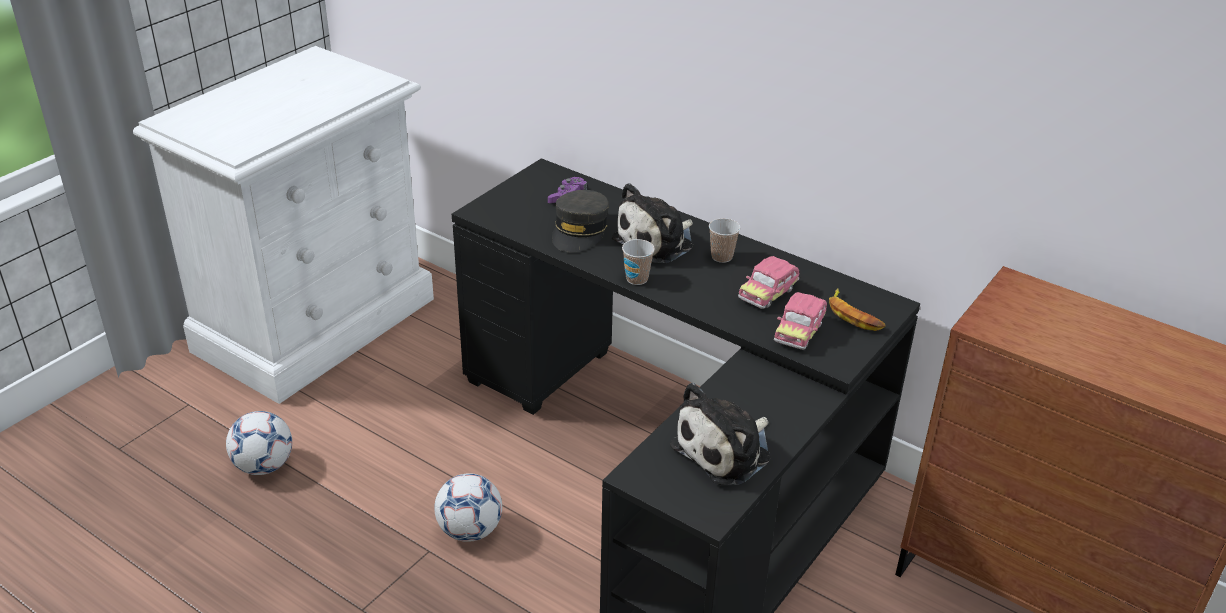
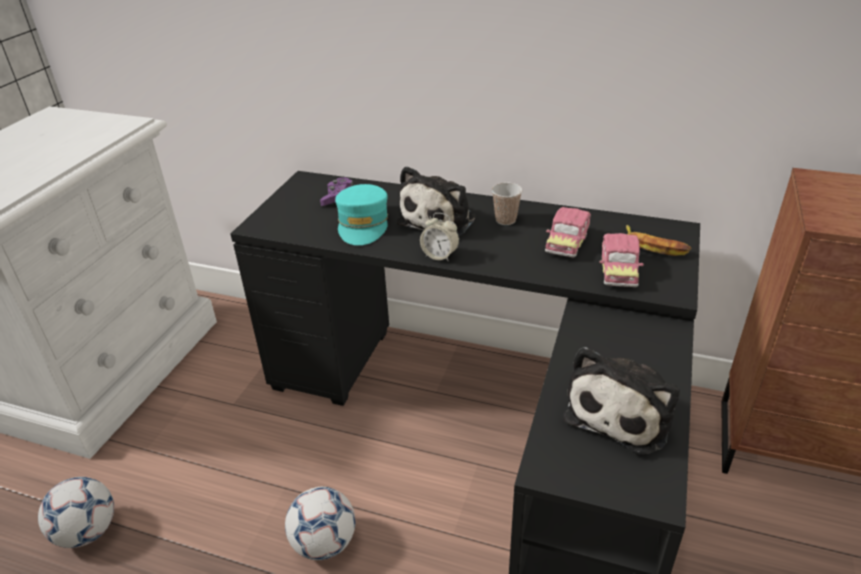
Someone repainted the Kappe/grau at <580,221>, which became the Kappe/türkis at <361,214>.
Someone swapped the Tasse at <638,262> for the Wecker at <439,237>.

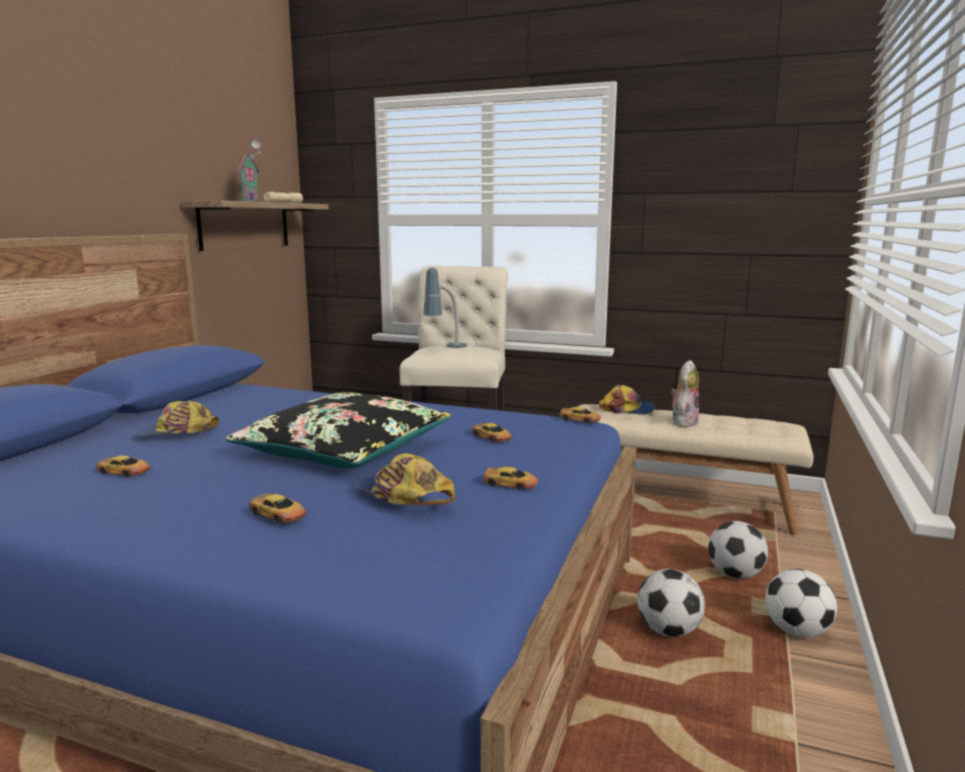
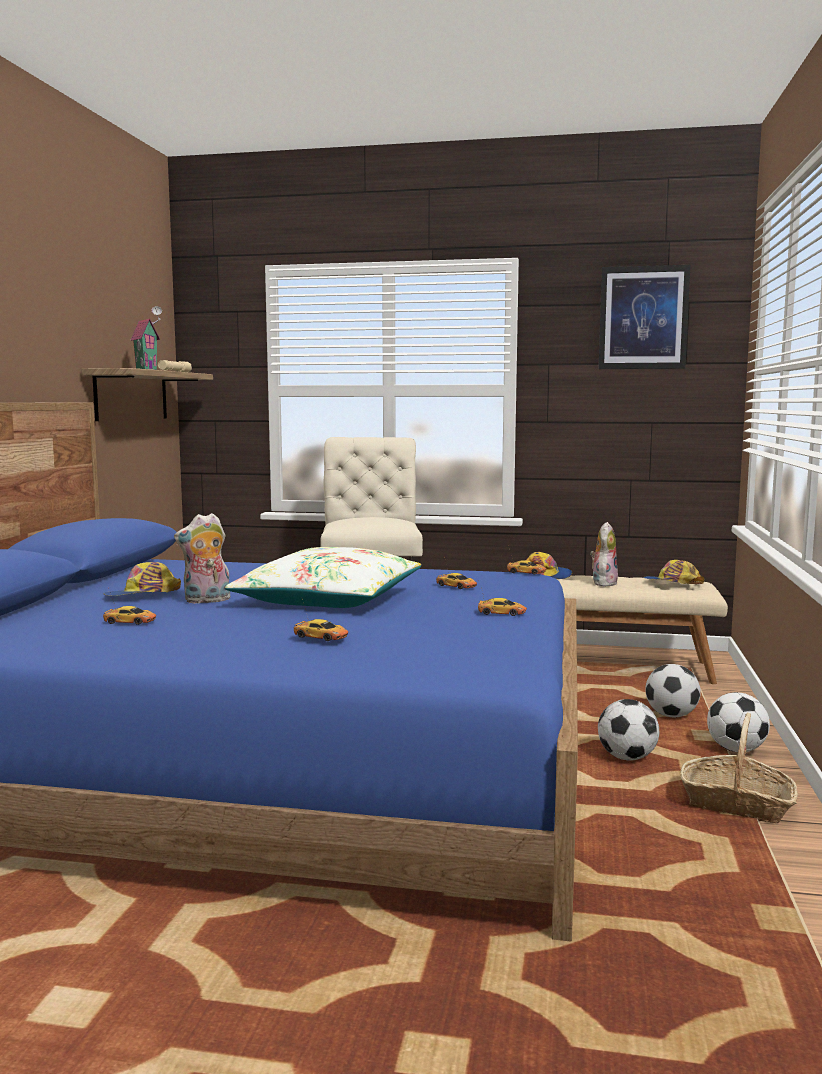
Someone put down the Plüschtier at <202,558>.
Someone repainted the Kissen/schwarz at <338,430>, which became the Kissen/weiß at <323,577>.
Someone put up the Bild at <644,317>.
Someone carried the Kappe from <405,479> to <674,572>.
Someone put down the Korb at <739,768>.
Someone took away the Tischlampe at <445,308>.

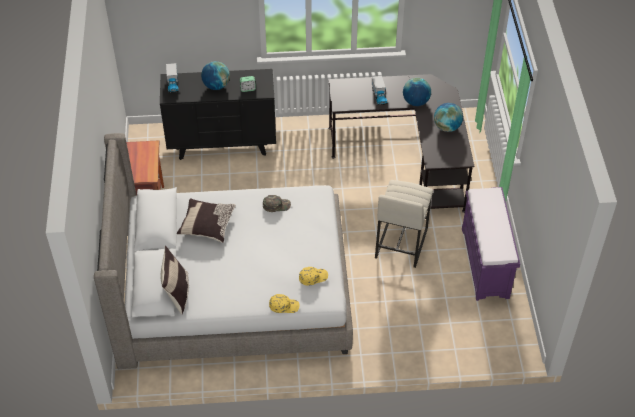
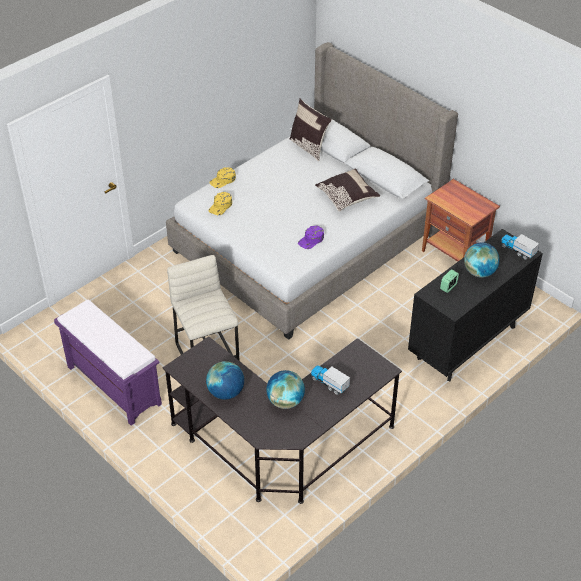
Someone repainted the Kappe/grün at <277,203>, which became the Kappe/lila at <311,237>.

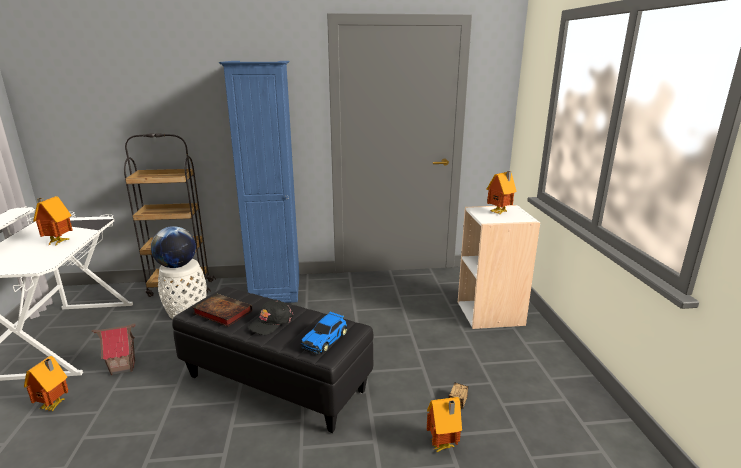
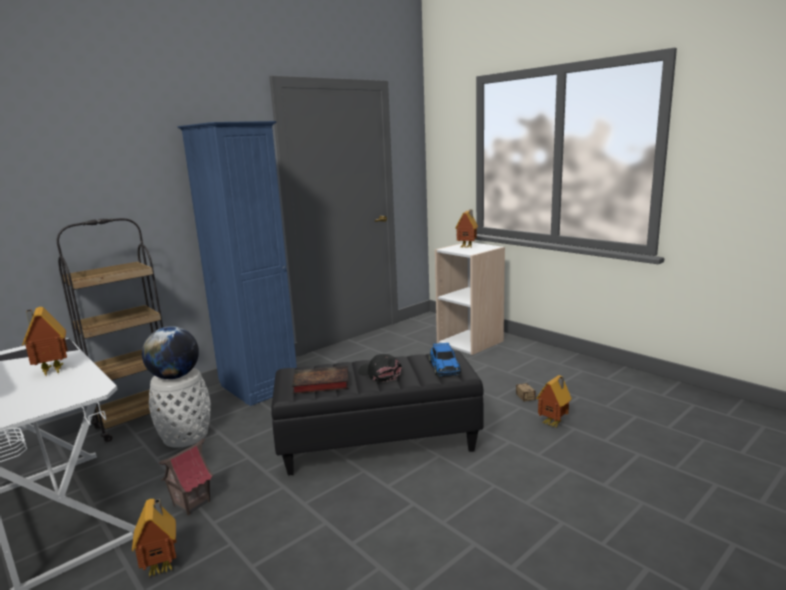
Someone rotated the Kappe/schwarz at <270,317> by 135 degrees clockwise.

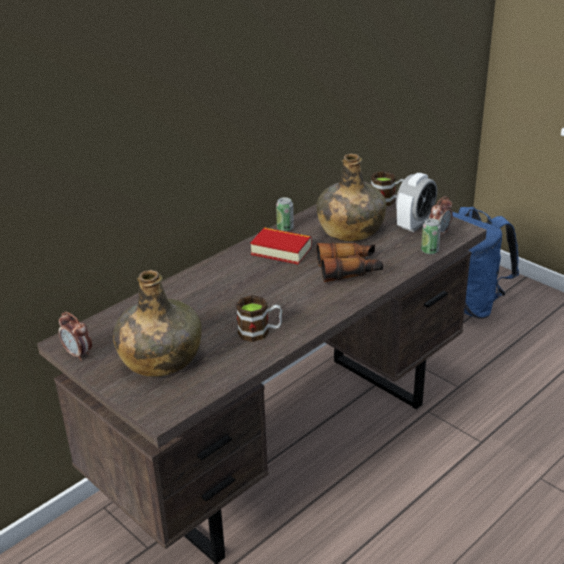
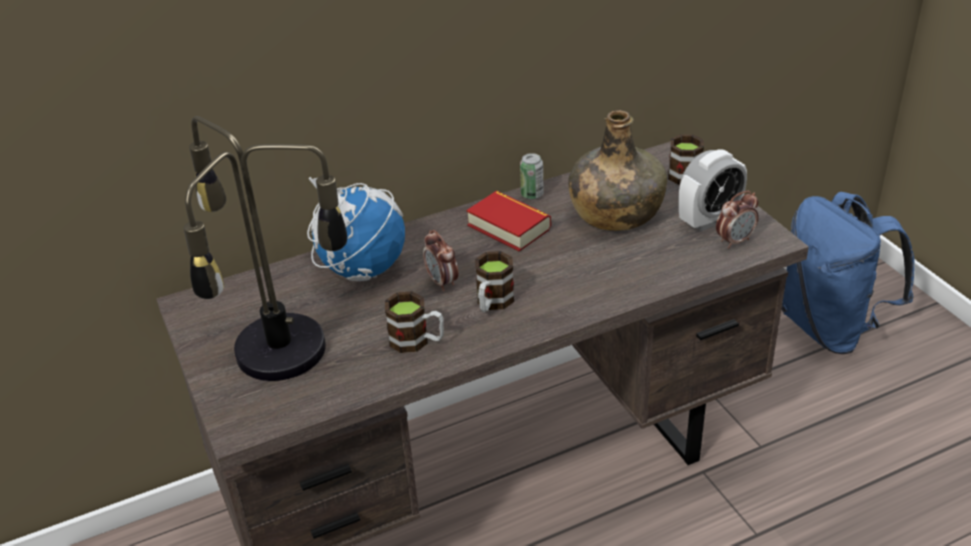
Someone swapped the Flasche/grün at <157,323> for the Tischlampe at <265,248>.
Someone put down the Globus at <356,229>.
Someone carried the Wecker from <75,336> to <440,260>.
Someone put down the Henkelbecher at <495,281>.
Someone took away the Fernglas at <349,262>.
Someone took away the Dose at <431,236>.

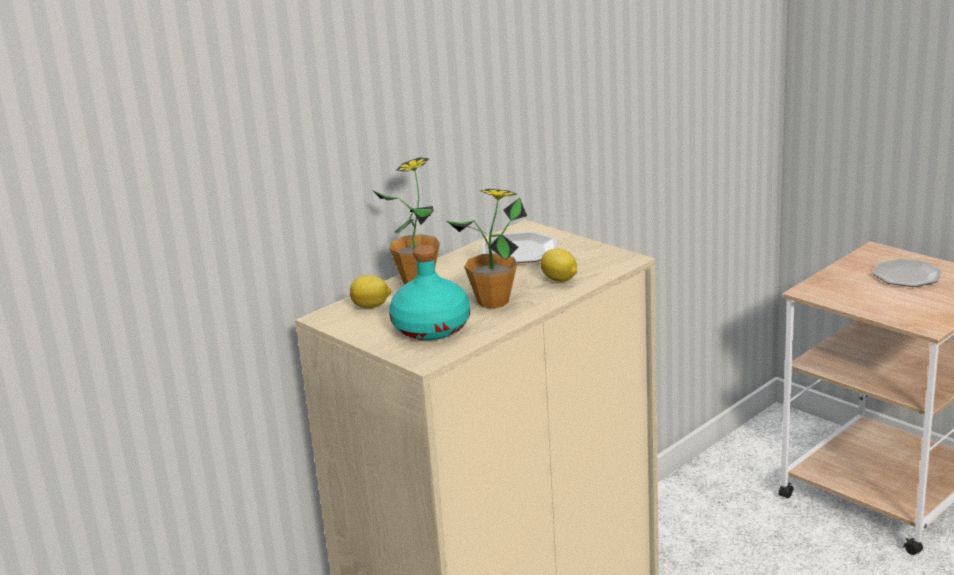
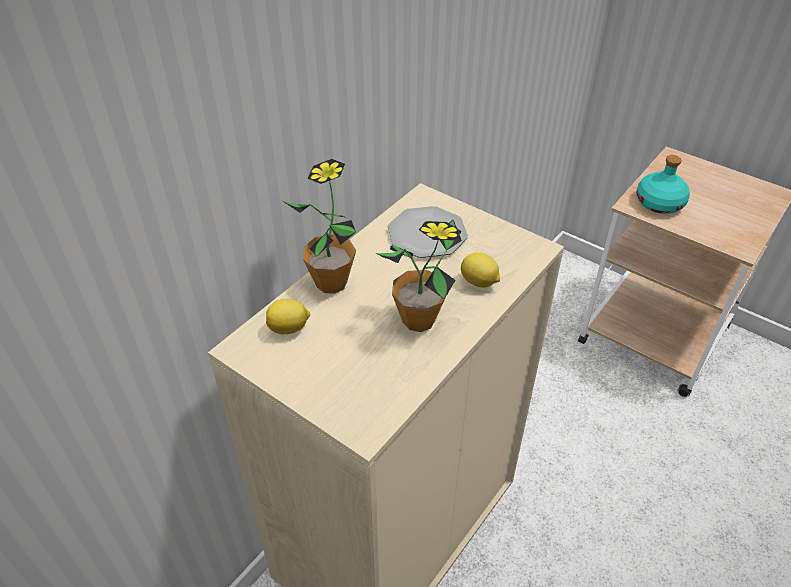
Someone carried the Flasche/türkis from <429,292> to <663,184>.
Someone took away the Teller at <907,273>.

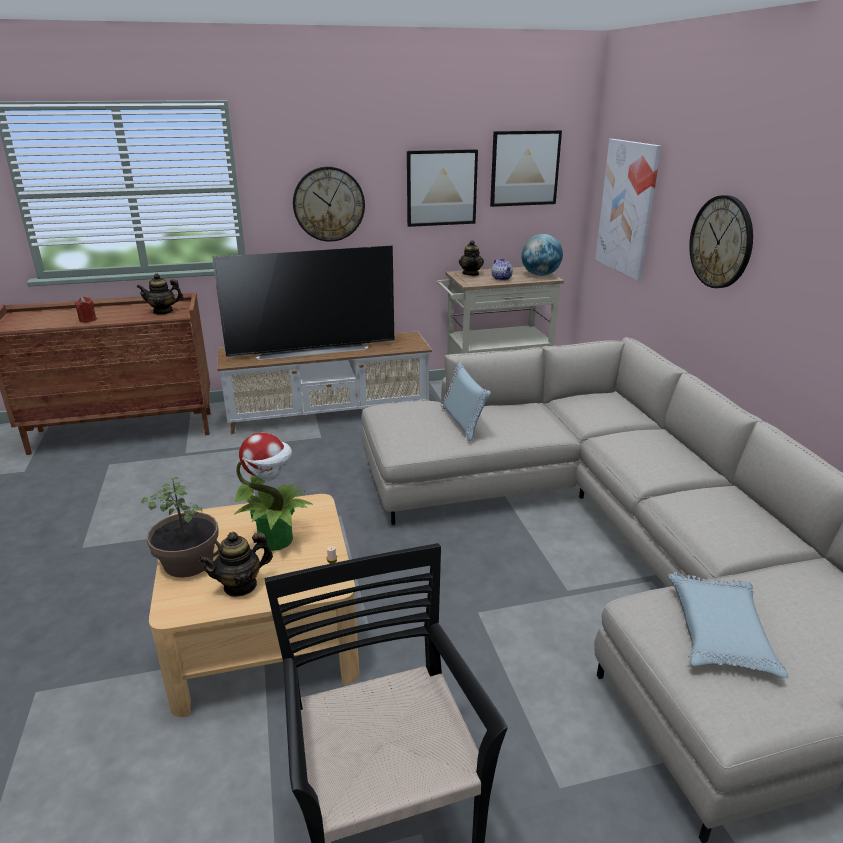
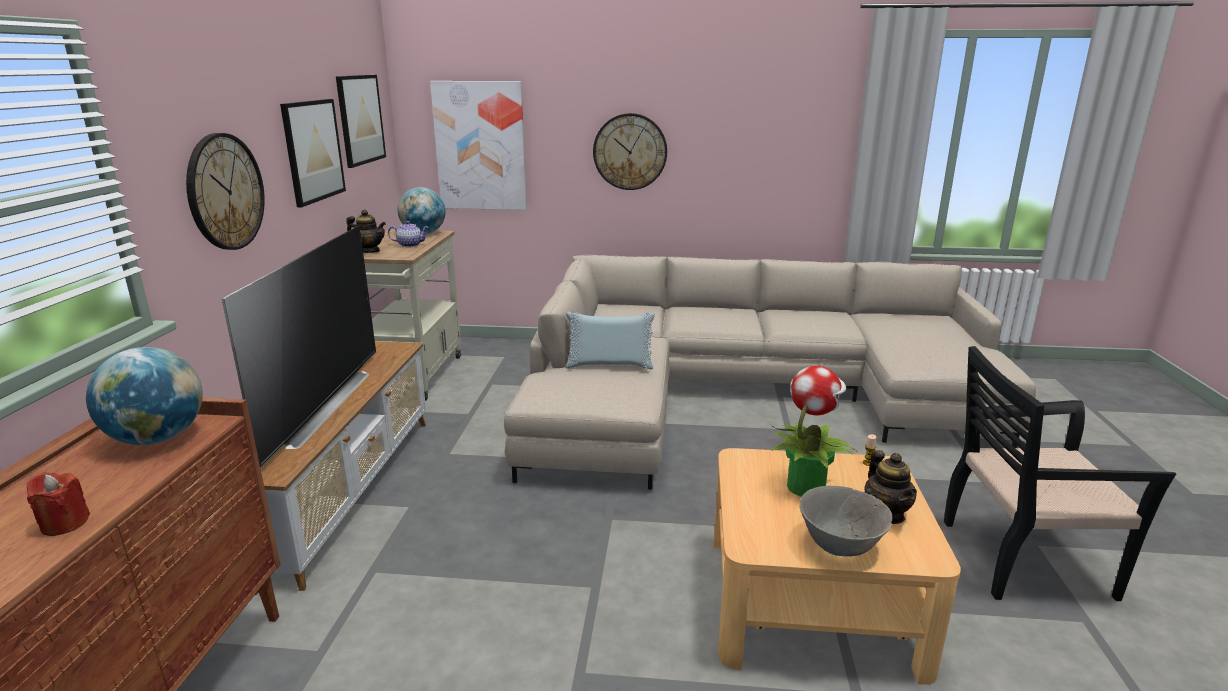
Someone swapped the Teekanne at <160,294> for the Globus at <144,396>.
Someone swapped the Topfpflanze at <180,527> for the Schüssel/grau at <846,521>.
Someone took away the Kissen/blau at <728,624>.

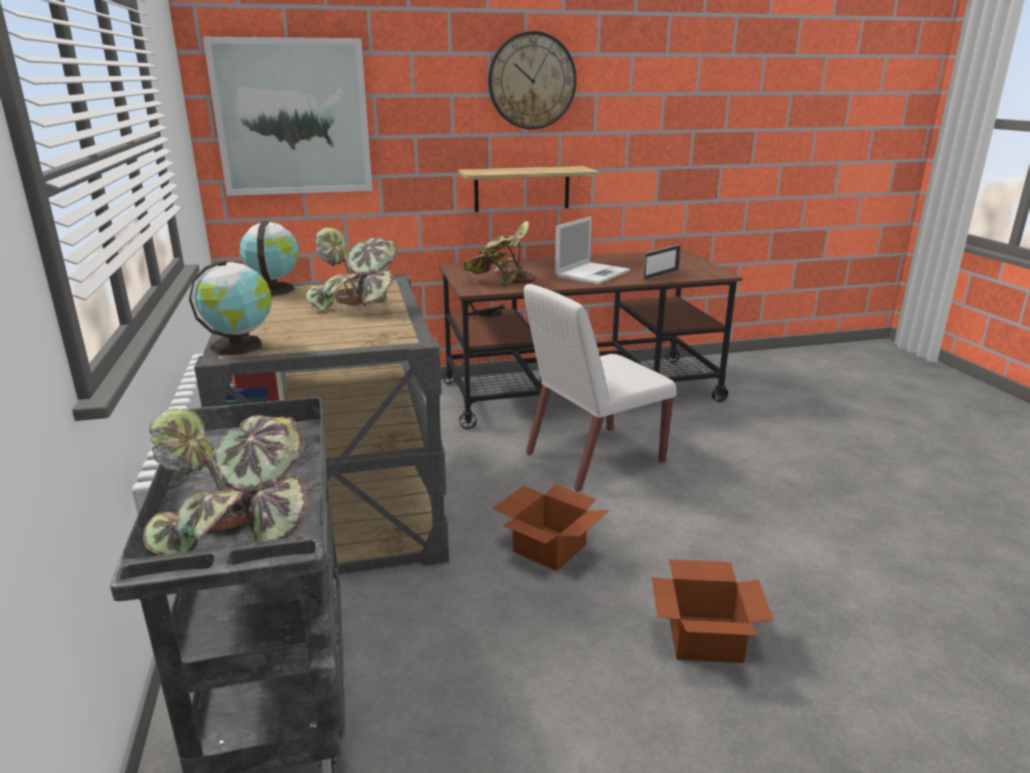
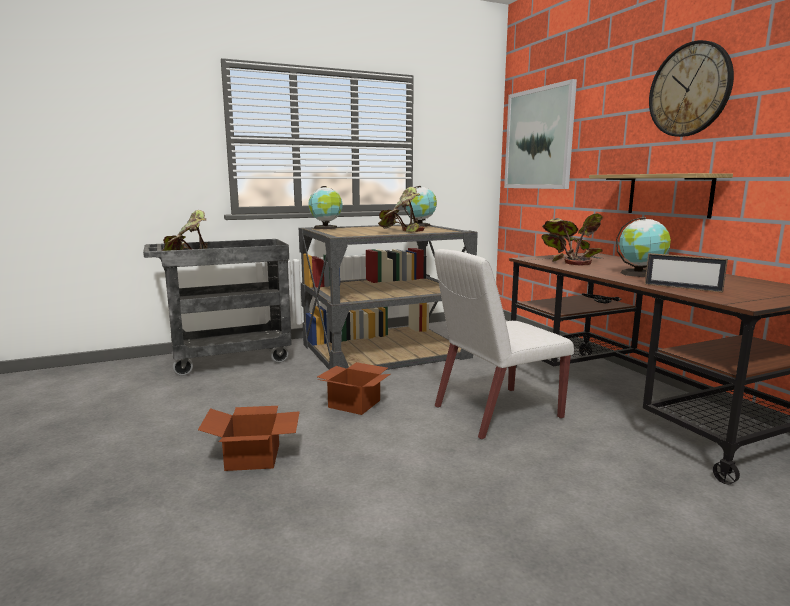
Someone rotated the Stuhl/weiß at <600,388> by 75 degrees counterclockwise.
Someone swapped the Laptop at <592,250> for the Globus at <643,247>.

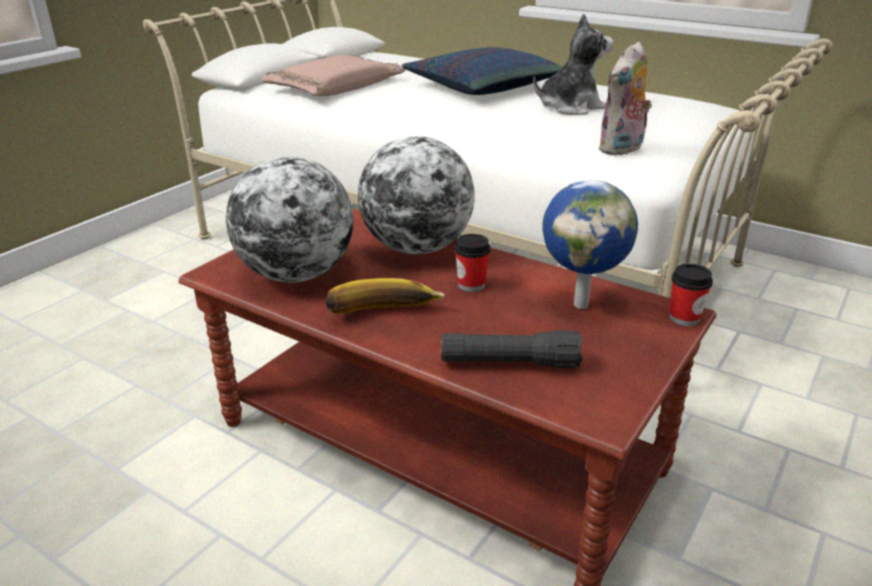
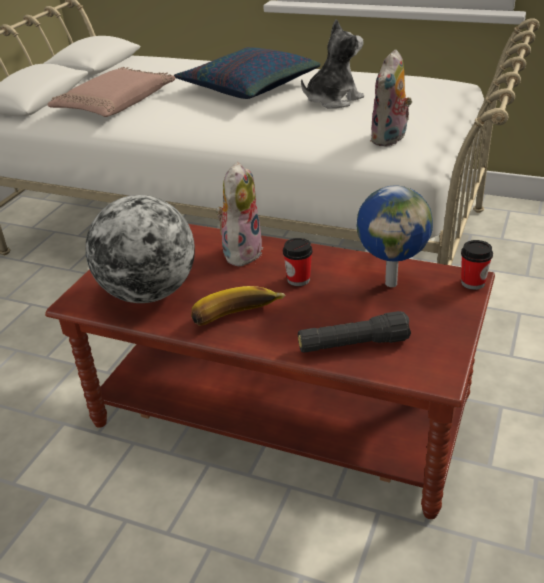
Someone swapped the Globus at <416,195> for the Plüschtier at <239,214>.

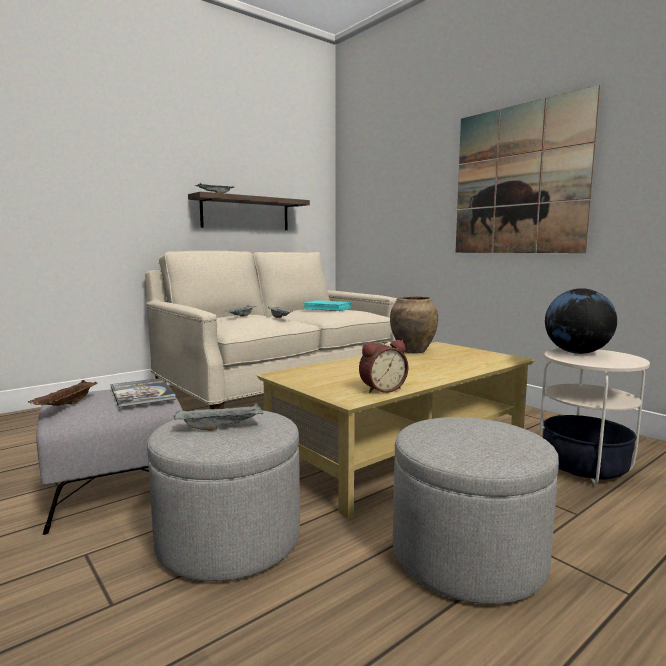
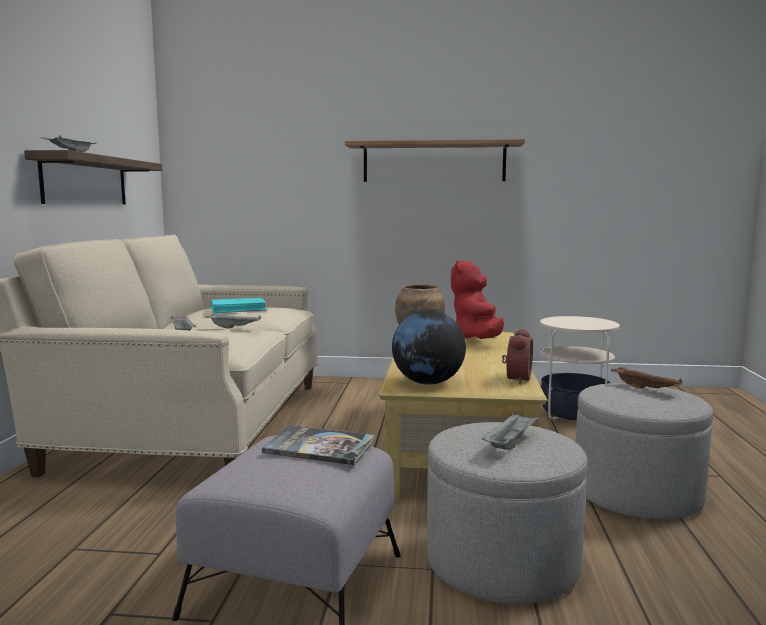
Someone swapped the Bild at <527,169> for the Wandregal at <435,160>.
Someone carried the Globus from <581,321> to <429,347>.
Someone put down the Plüschtier/rot at <477,299>.
Someone carried the Tablett/braun from <62,393> to <647,378>.

